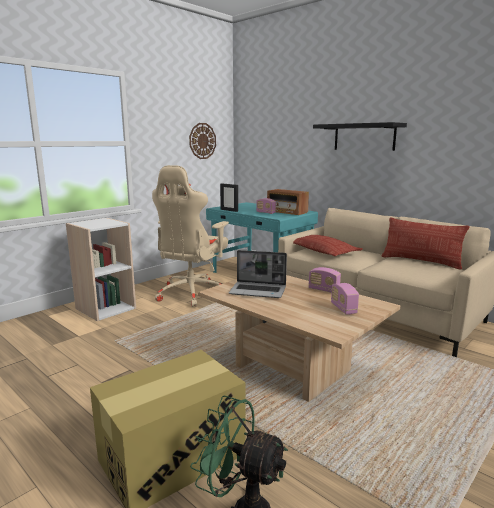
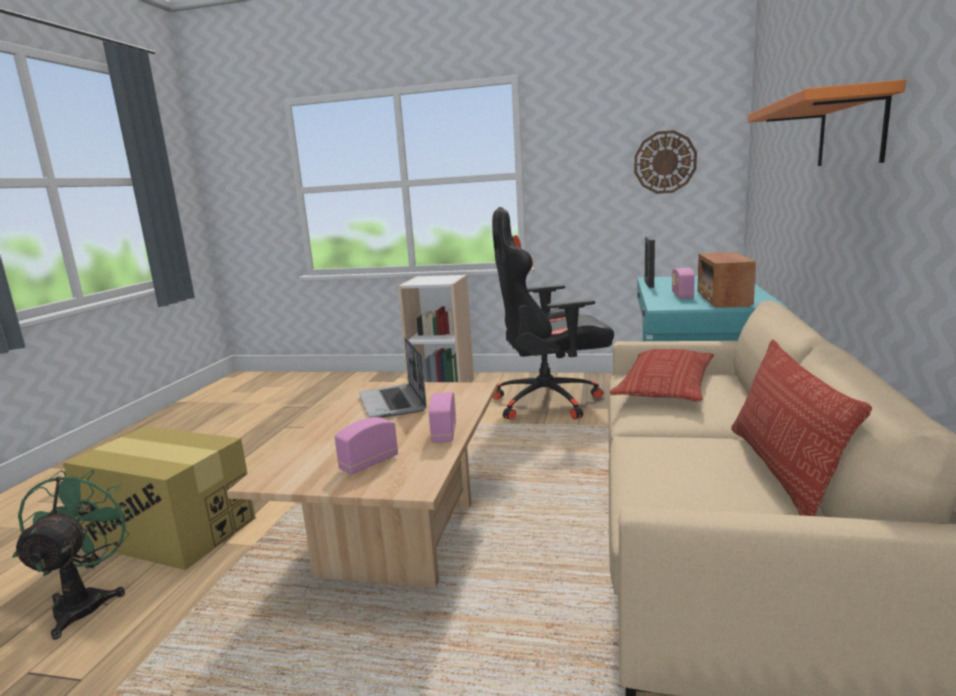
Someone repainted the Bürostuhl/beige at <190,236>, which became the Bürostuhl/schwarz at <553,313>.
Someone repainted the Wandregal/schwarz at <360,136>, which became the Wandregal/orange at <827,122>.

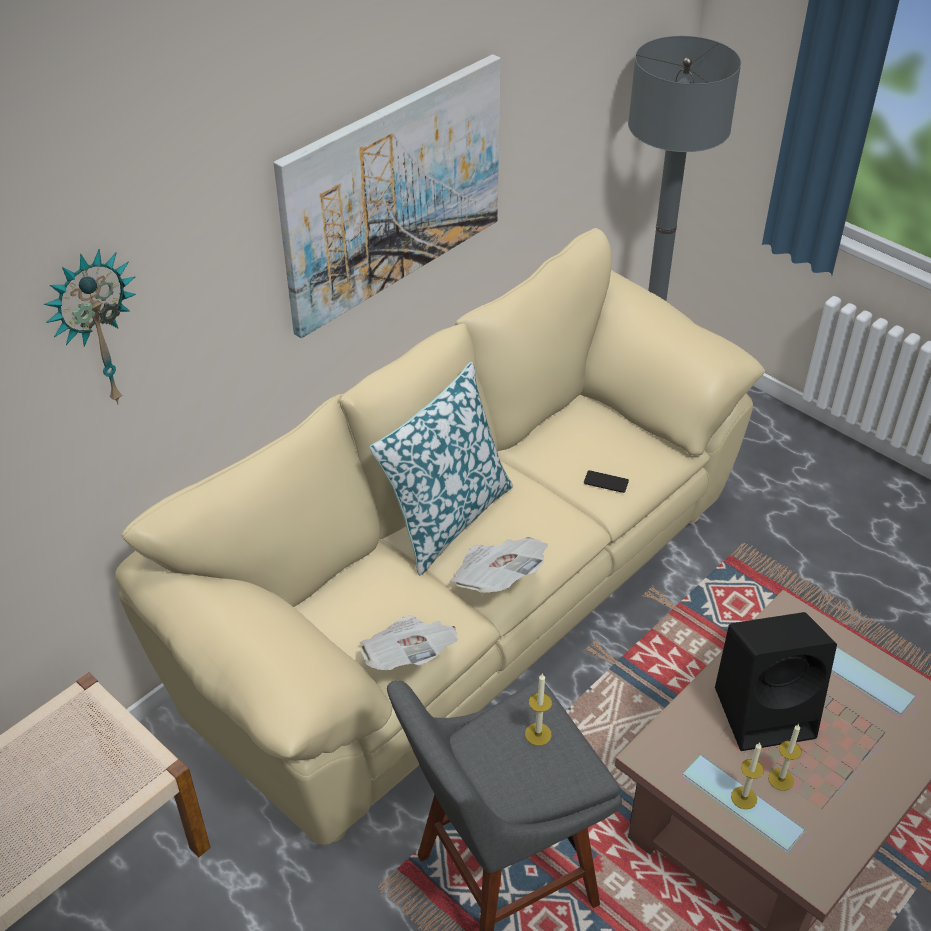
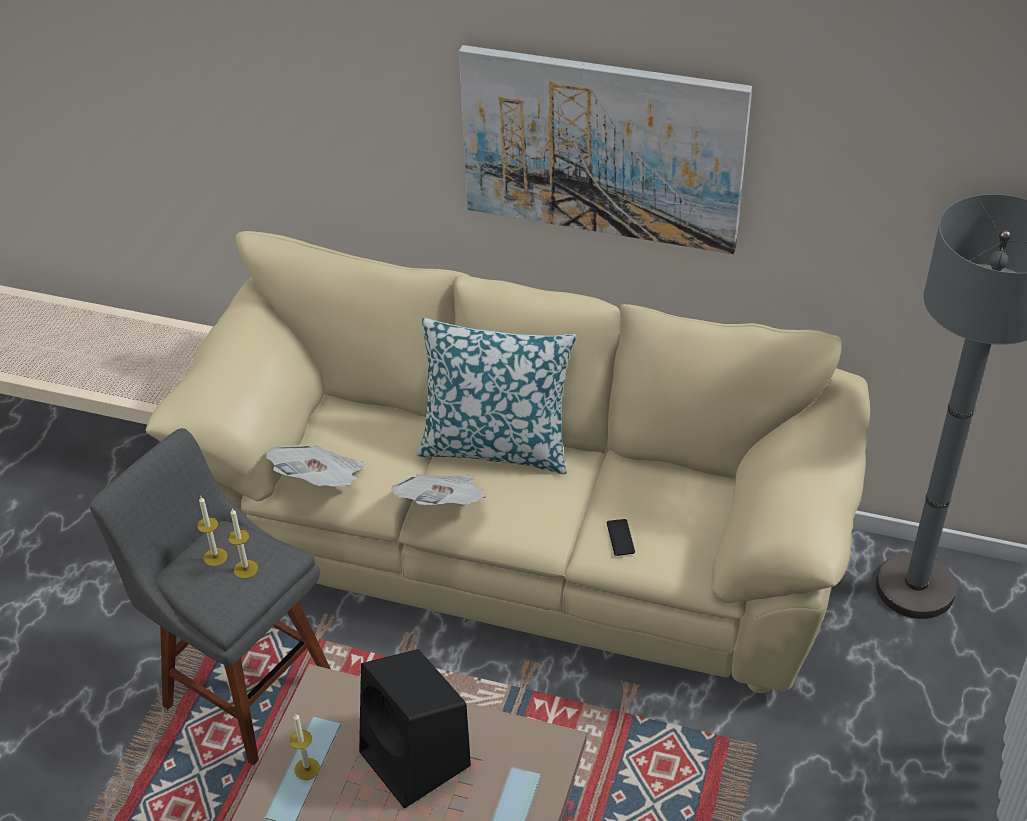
Someone carried the Kerze from <785,757> to <212,531>.
Someone took away the Wanduhr at <90,326>.

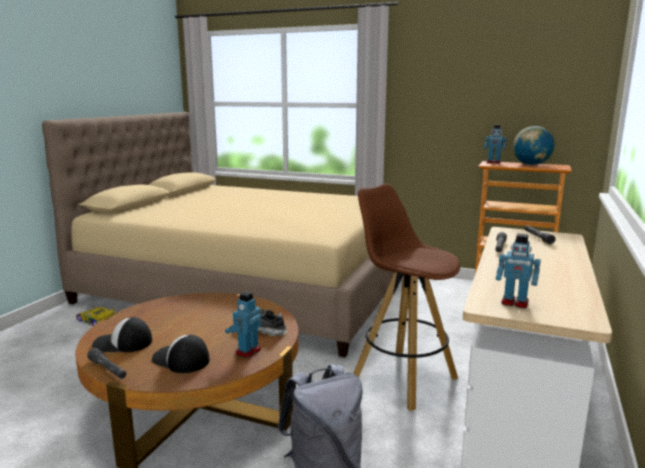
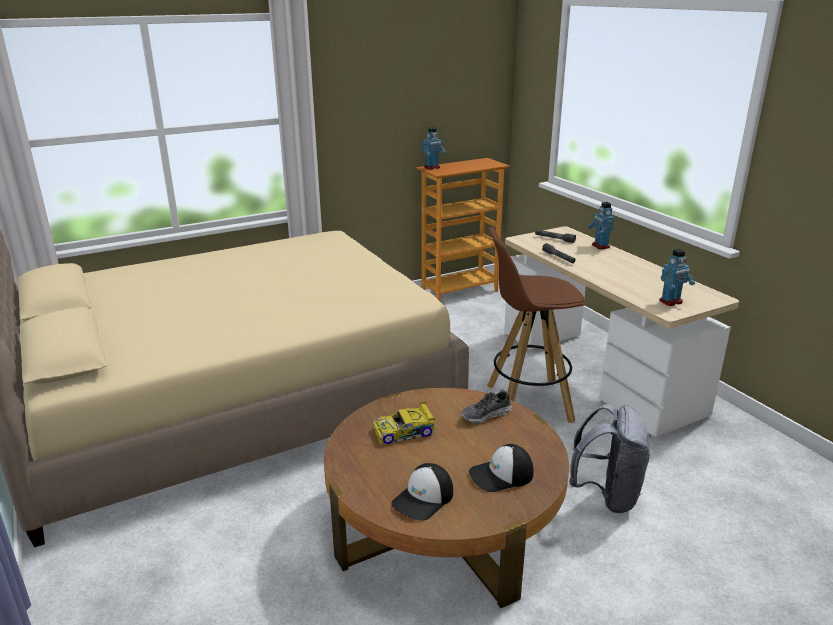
Someone carried the Spielzeugauto from <95,316> to <404,423>.
Someone carried the Spielzeugroboter from <243,324> to <600,225>.
Someone took away the Taschenlampe/grau at <107,363>.
Someone took away the Globus at <533,145>.

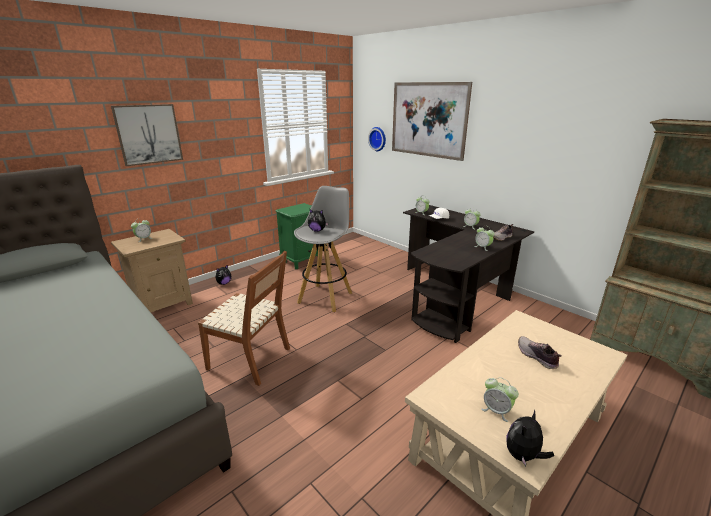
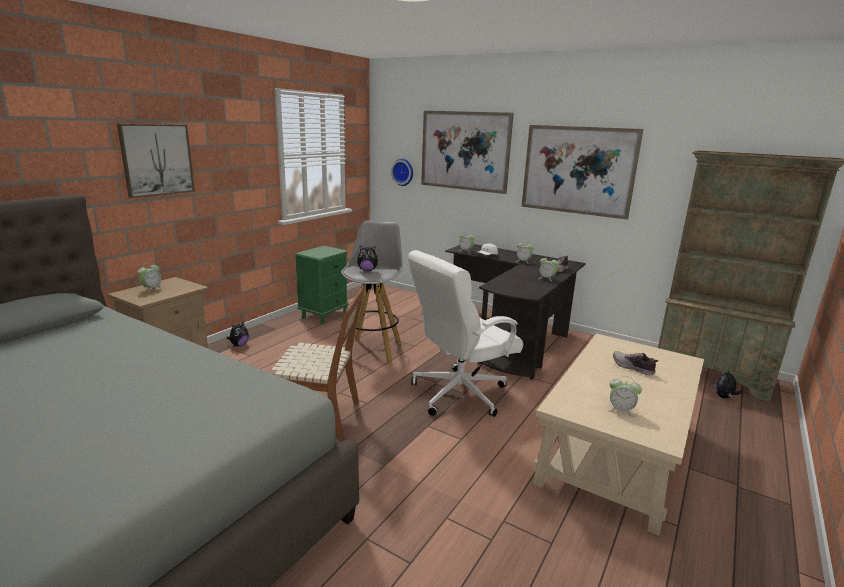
Someone put down the Bürostuhl/weiß at <465,333>.
Someone put up the Bild at <582,172>.
Someone carried the Plüschtier from <530,438> to <728,383>.

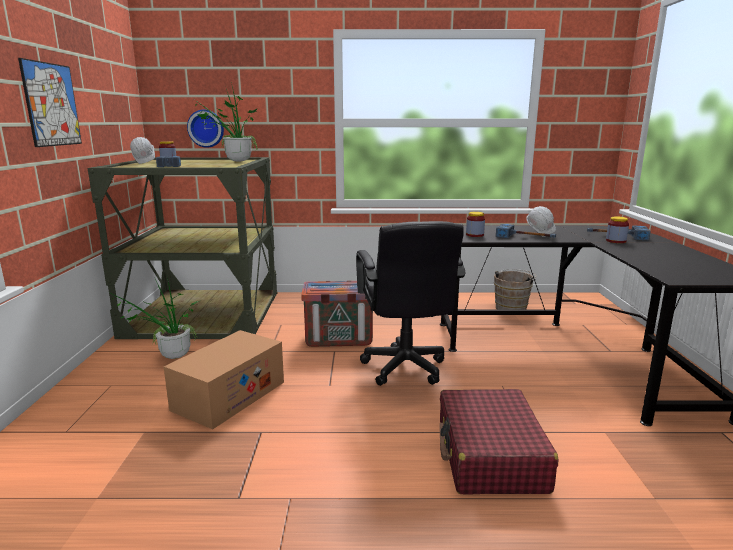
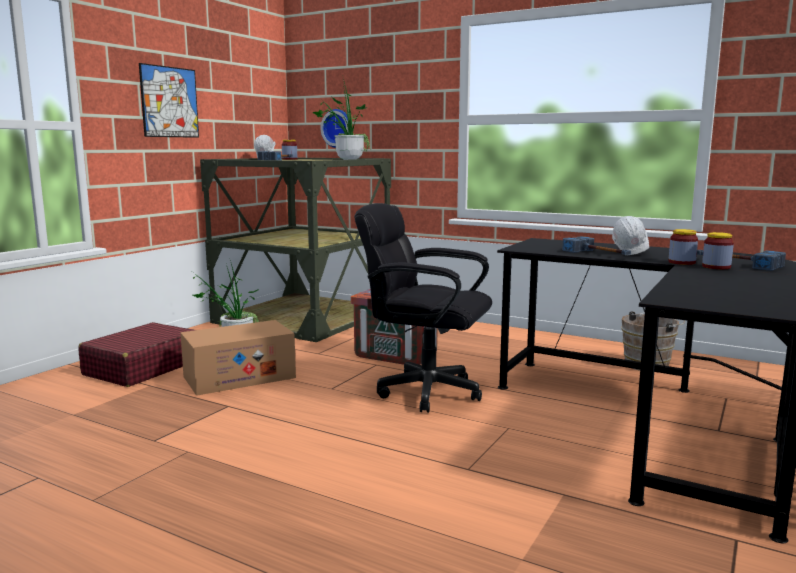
Someone carried the Koffer/rot from <499,442> to <136,354>.
Someone rotated the Bürostuhl/schwarz at <411,303> by 90 degrees clockwise.
Someone carried the Vorratsglas from <475,224> to <683,247>.

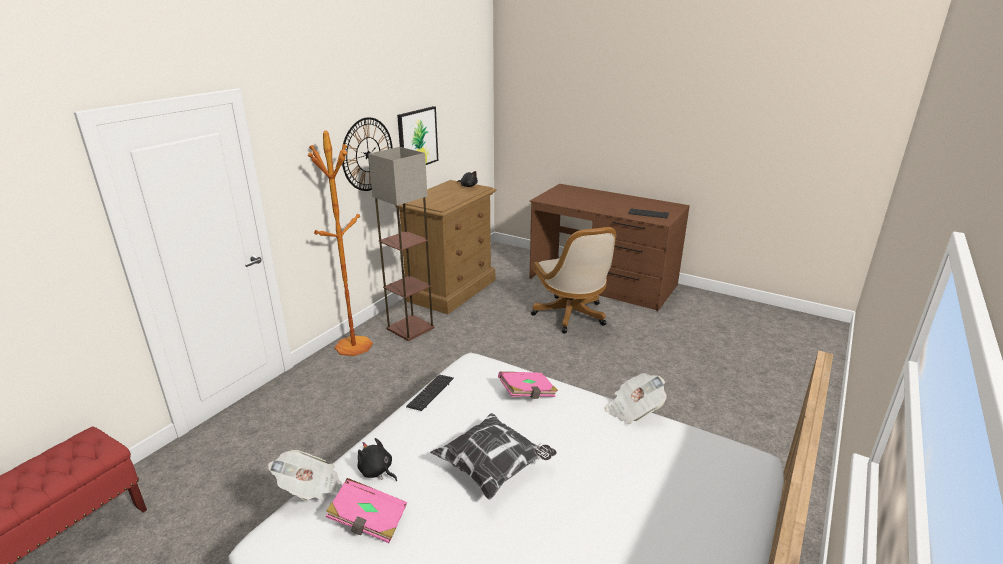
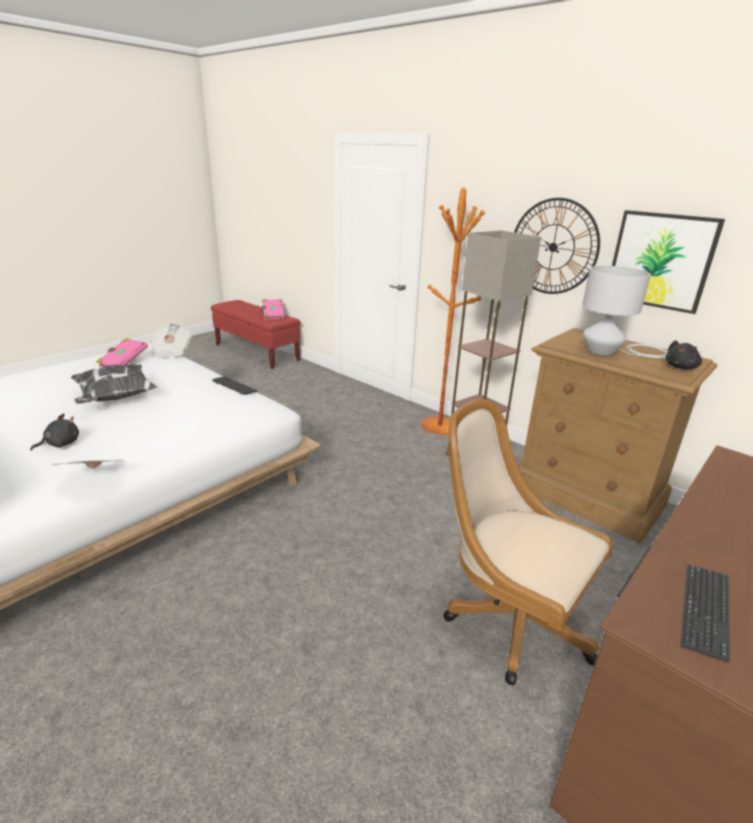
Someone carried the Plüschtier/schwarz from <377,459> to <54,432>.
Someone carried the Buch/rosa from <528,385> to <273,309>.
Someone rotated the Bürostuhl at <573,280> by 45 degrees clockwise.
Someone put down the Tischlampe/grau at <625,312>.

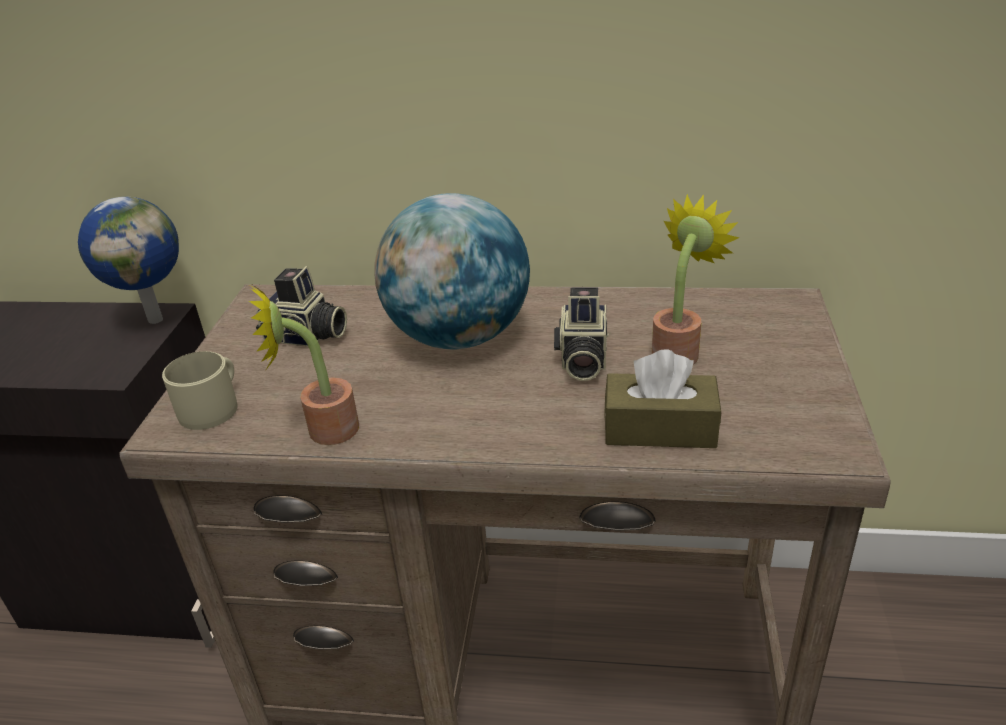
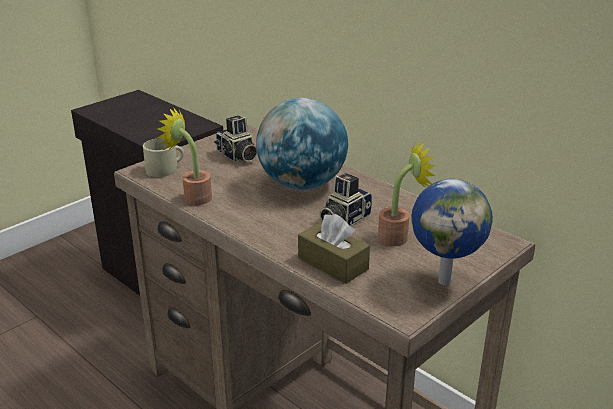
Someone carried the Globus from <128,260> to <452,232>.

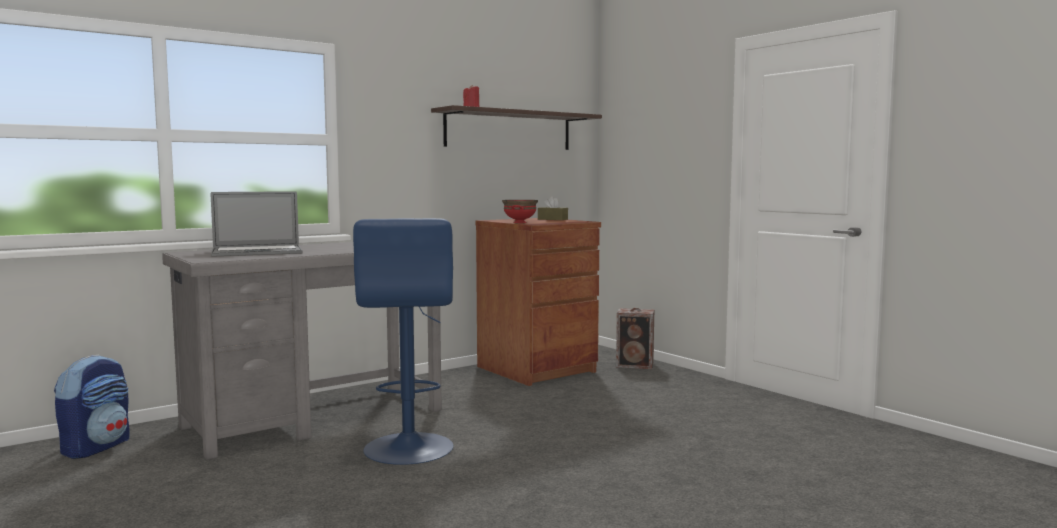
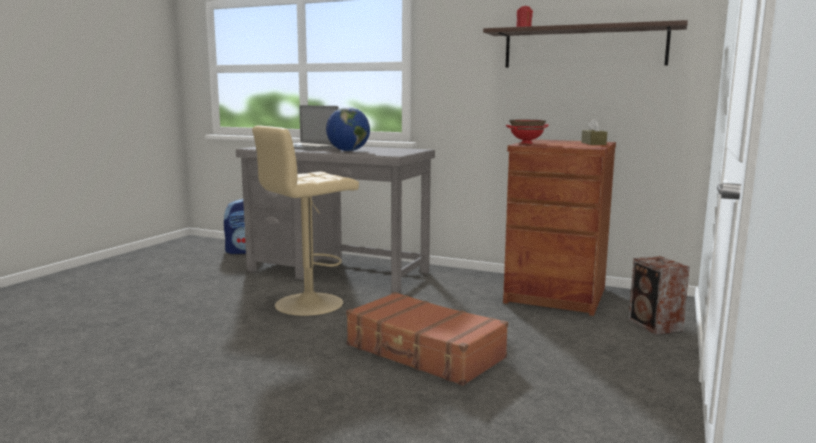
Someone repainted the Hocker/blau at <403,341>, which became the Hocker/beige at <305,220>.
Someone put down the Globus at <348,129>.
Someone put down the Koffer/braun at <427,339>.

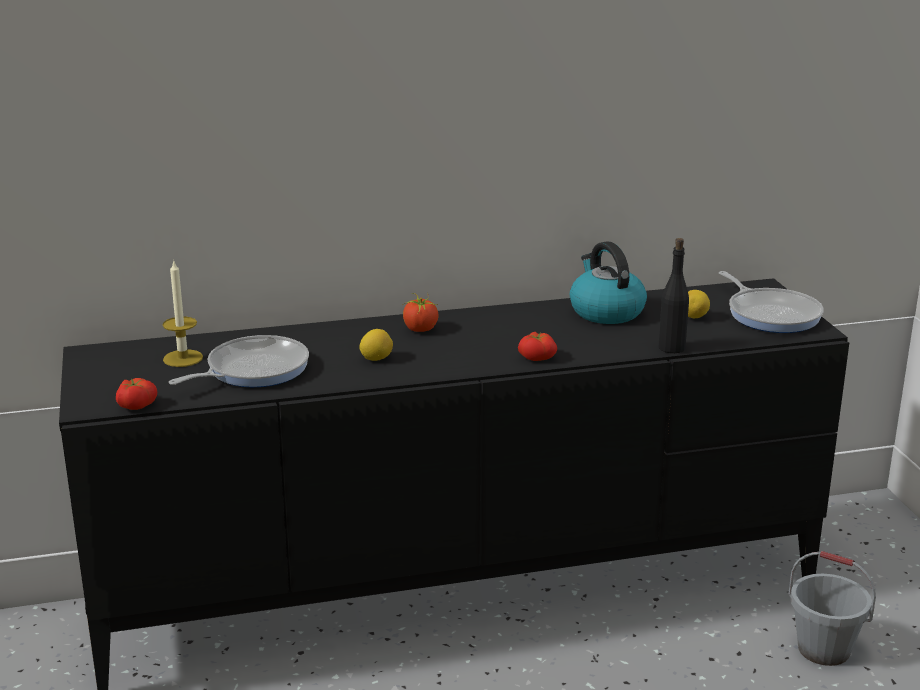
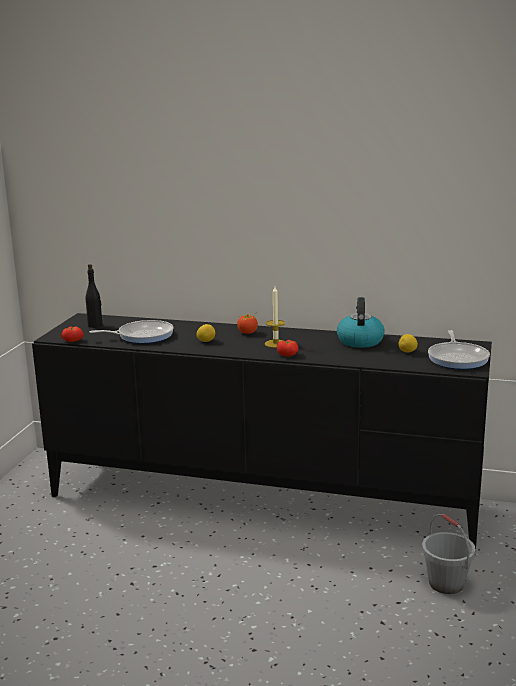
Someone carried the Flasche/schwarz from <673,295> to <94,296>.
Someone carried the Kerze from <183,313> to <275,317>.

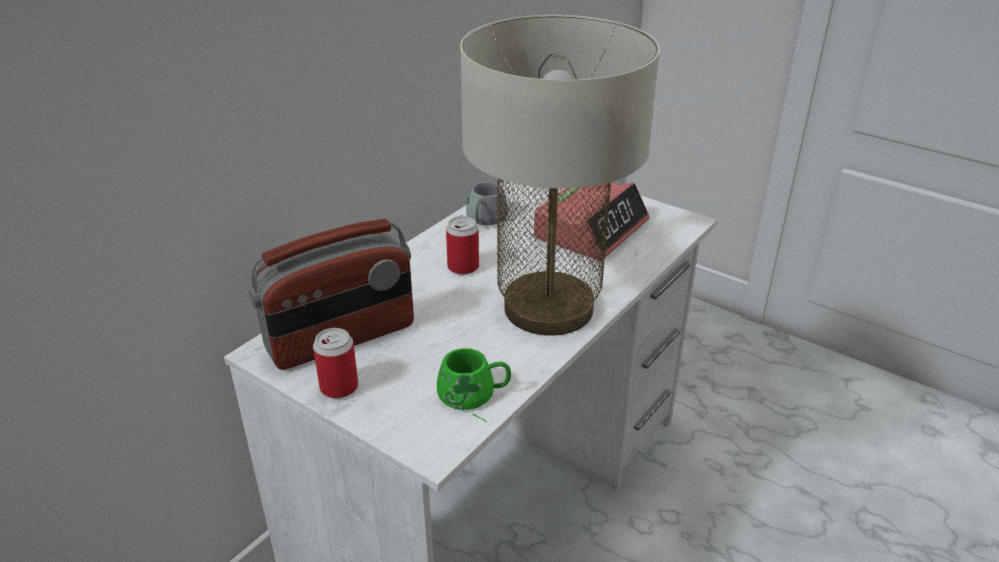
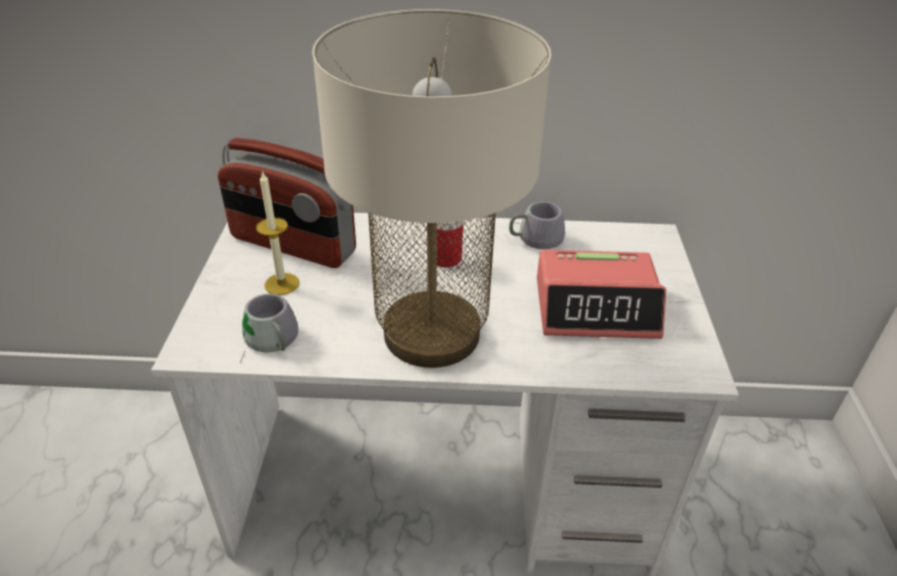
Someone repainted the Henkelbecher/grün at <474,385>, which became the Henkelbecher/grau at <269,329>.
Someone put down the Kerze at <277,232>.
Someone took away the Dose at <335,363>.

